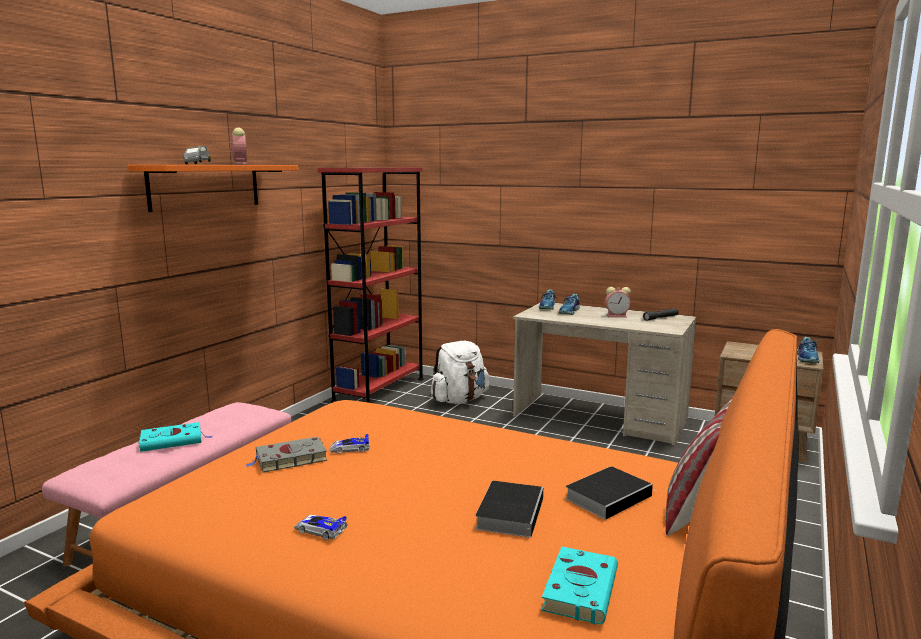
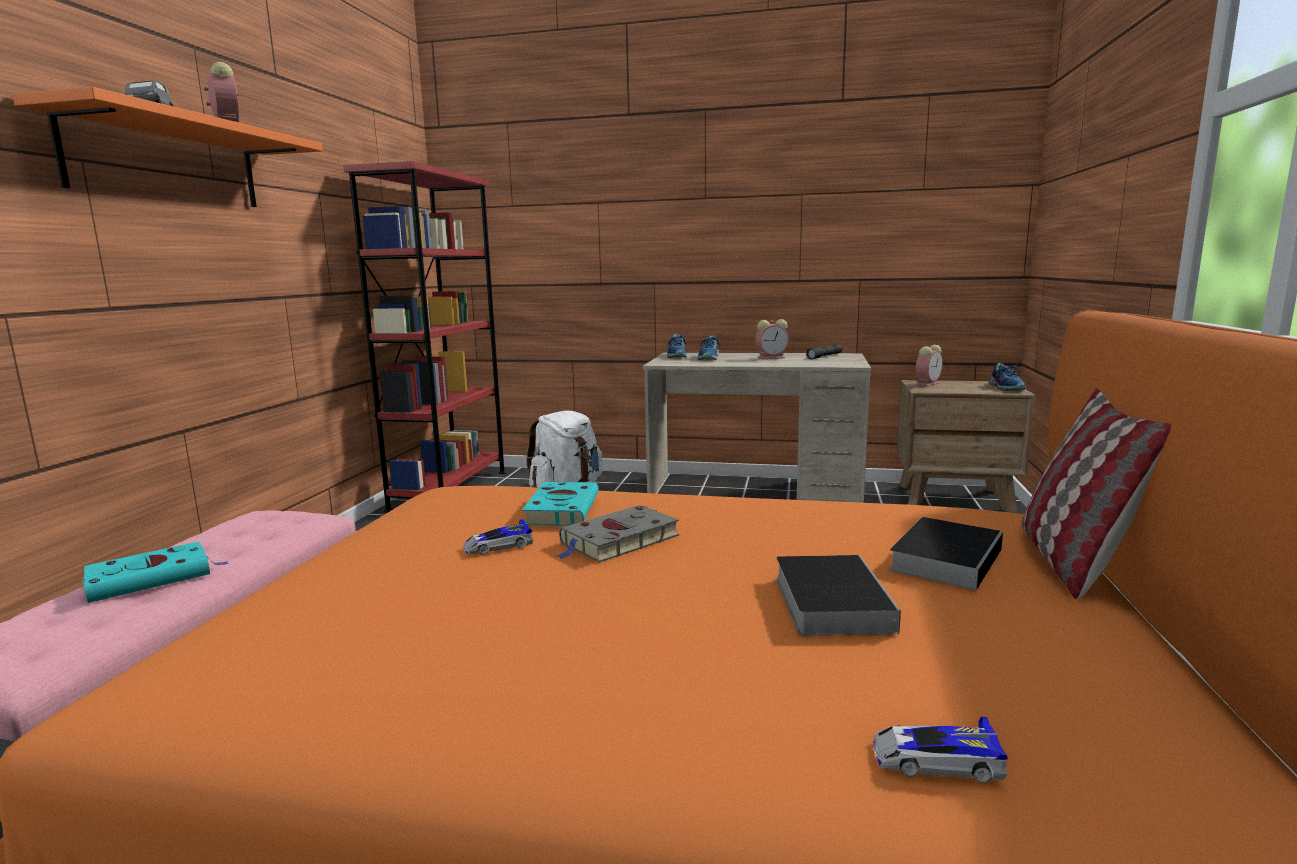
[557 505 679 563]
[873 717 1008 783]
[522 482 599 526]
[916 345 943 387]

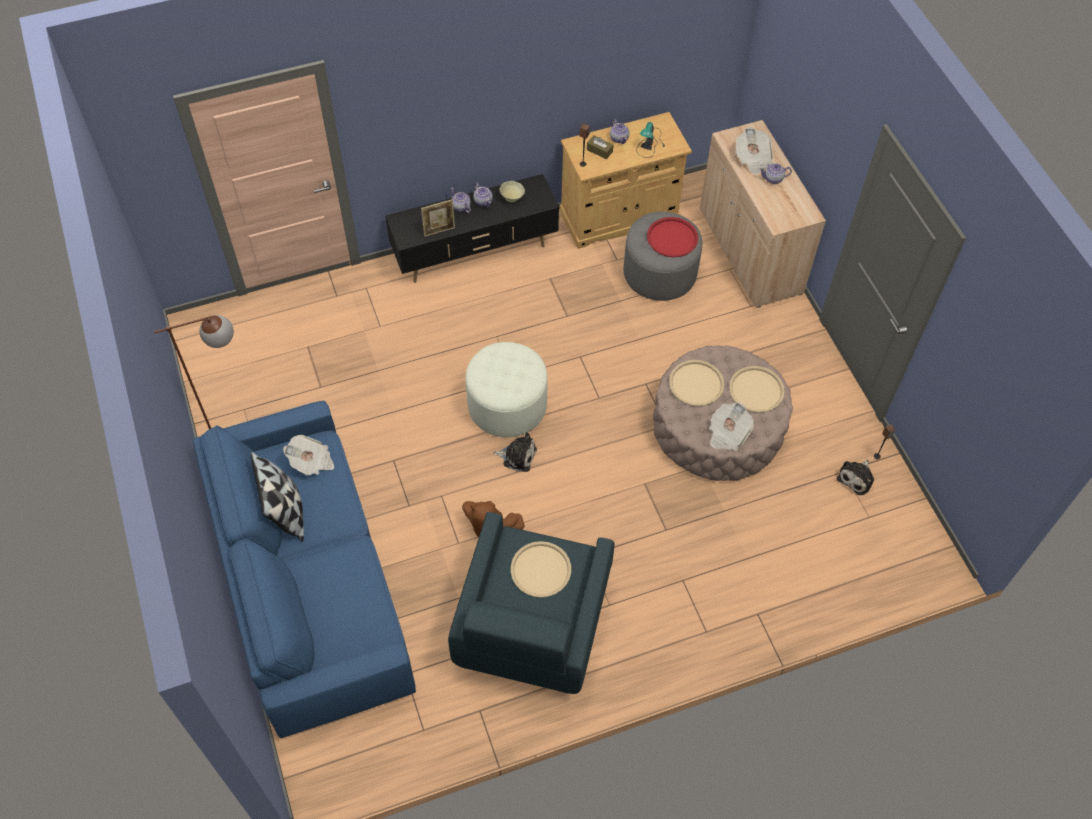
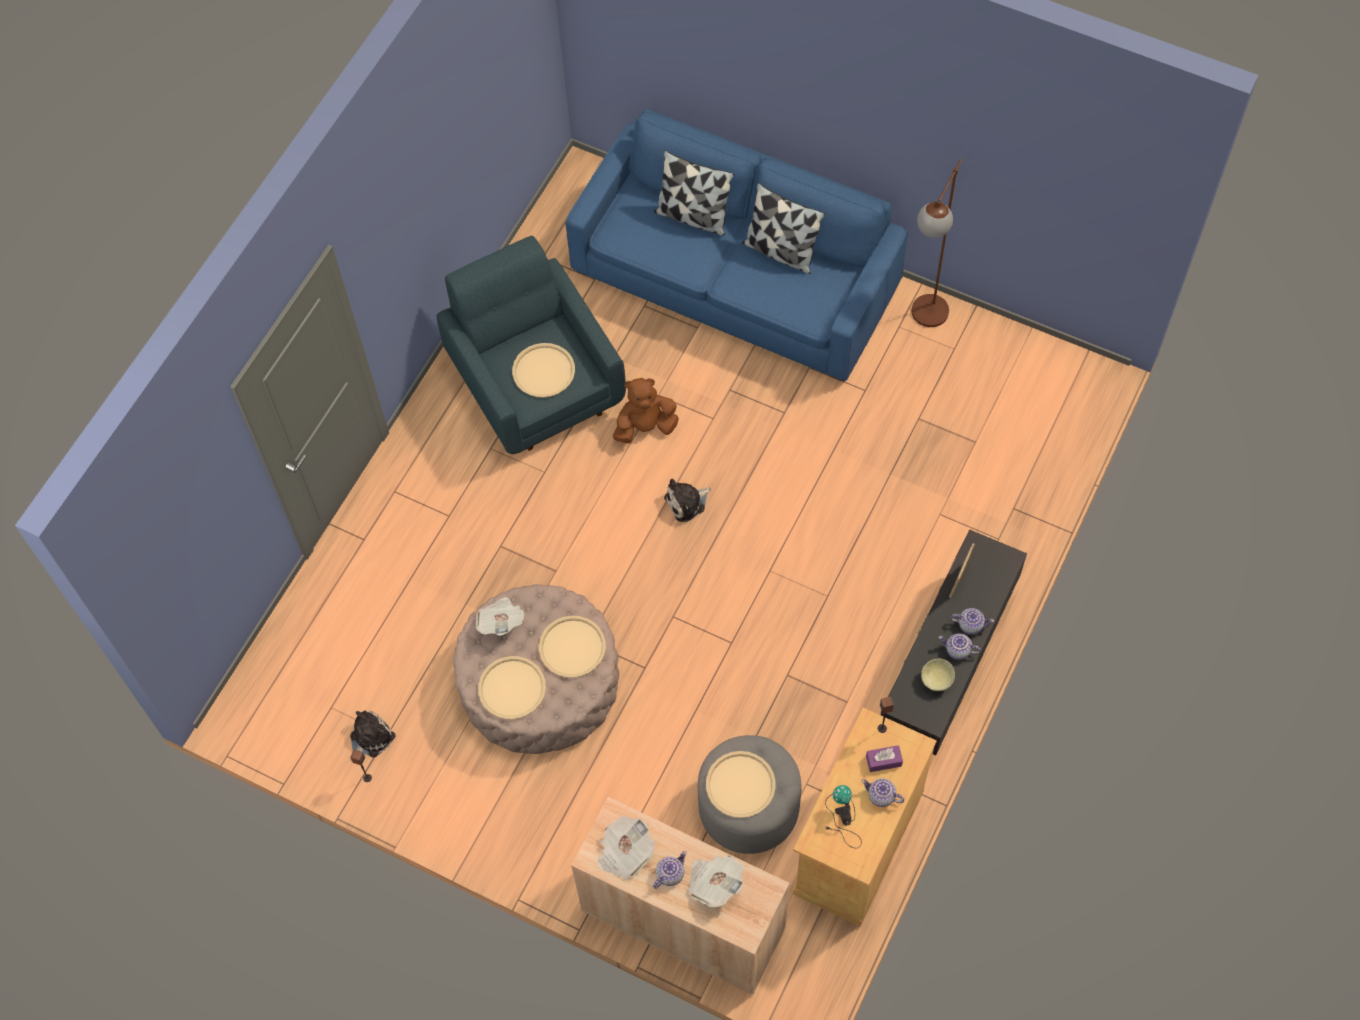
[866 745 903 772]
[706 751 776 818]
[466 342 548 437] (first image)
[597 816 655 880]
[350 710 395 762]
[654 150 734 235]

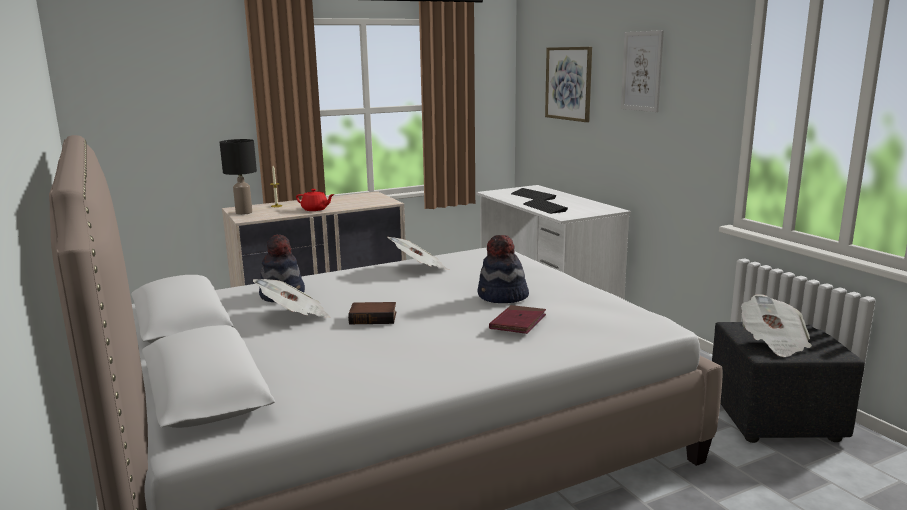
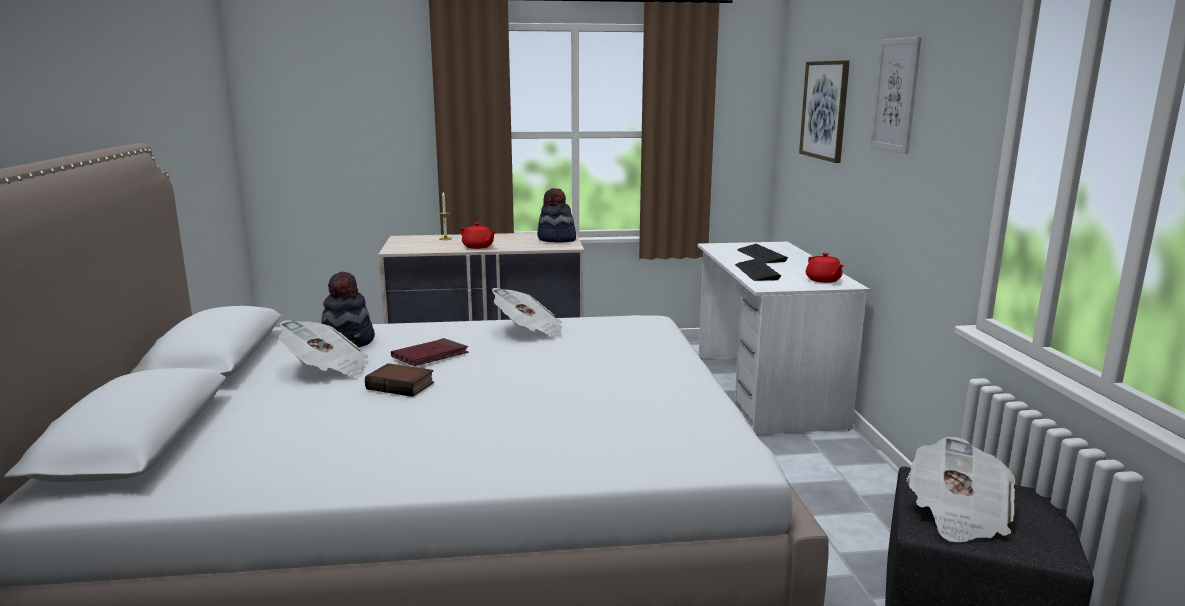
[220 139 257 215] (first image)
[537 188 576 243]
[391 338 468 366]
[806 253 844 283]

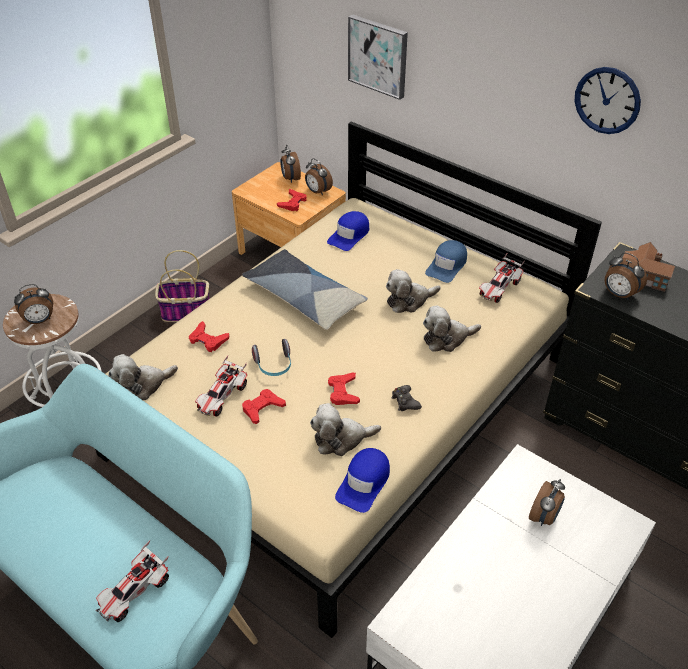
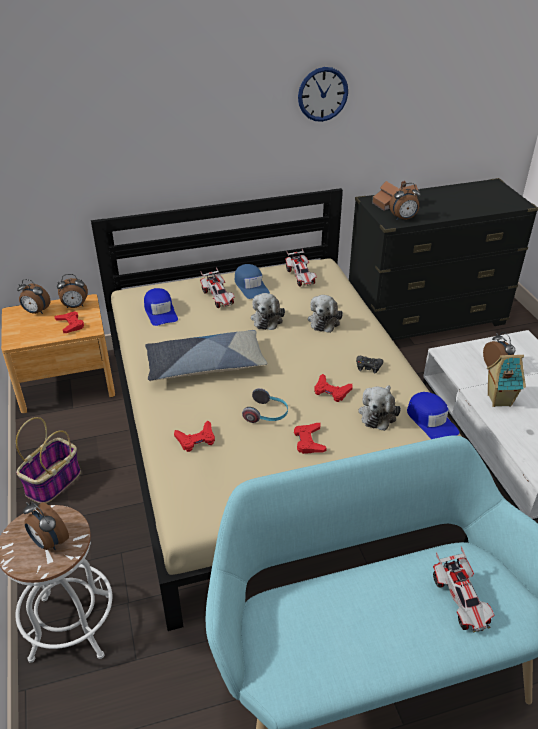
[348 14 408 100] (first image)
[23 501 69 550]
[108 354 178 400] (first image)
[200 267 235 308]
[487 355 526 407]

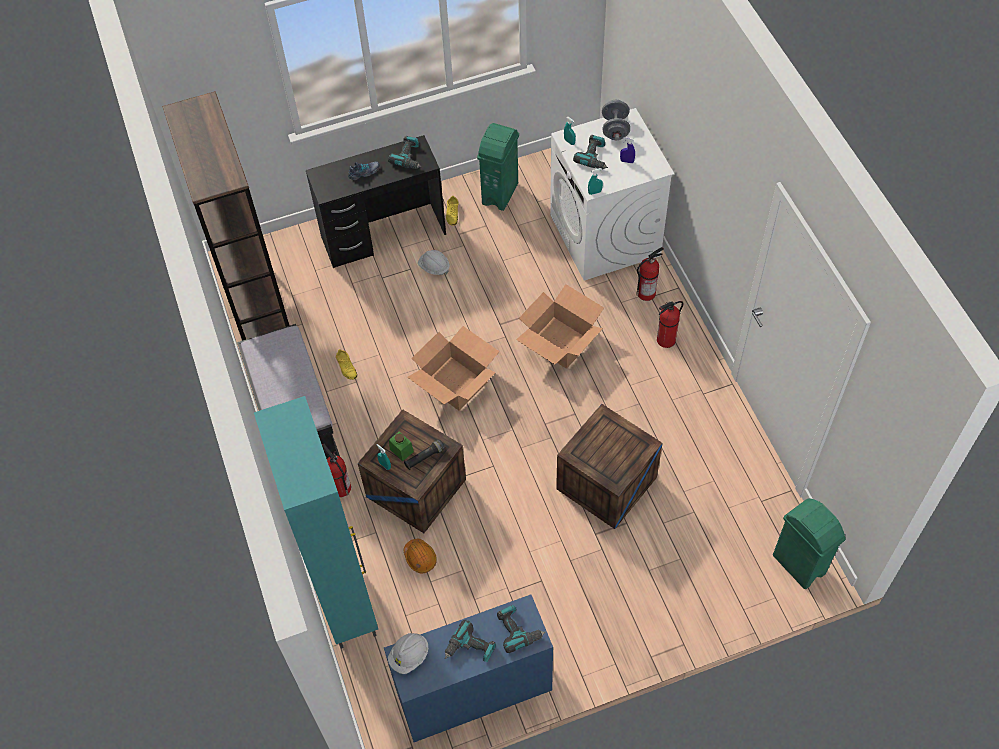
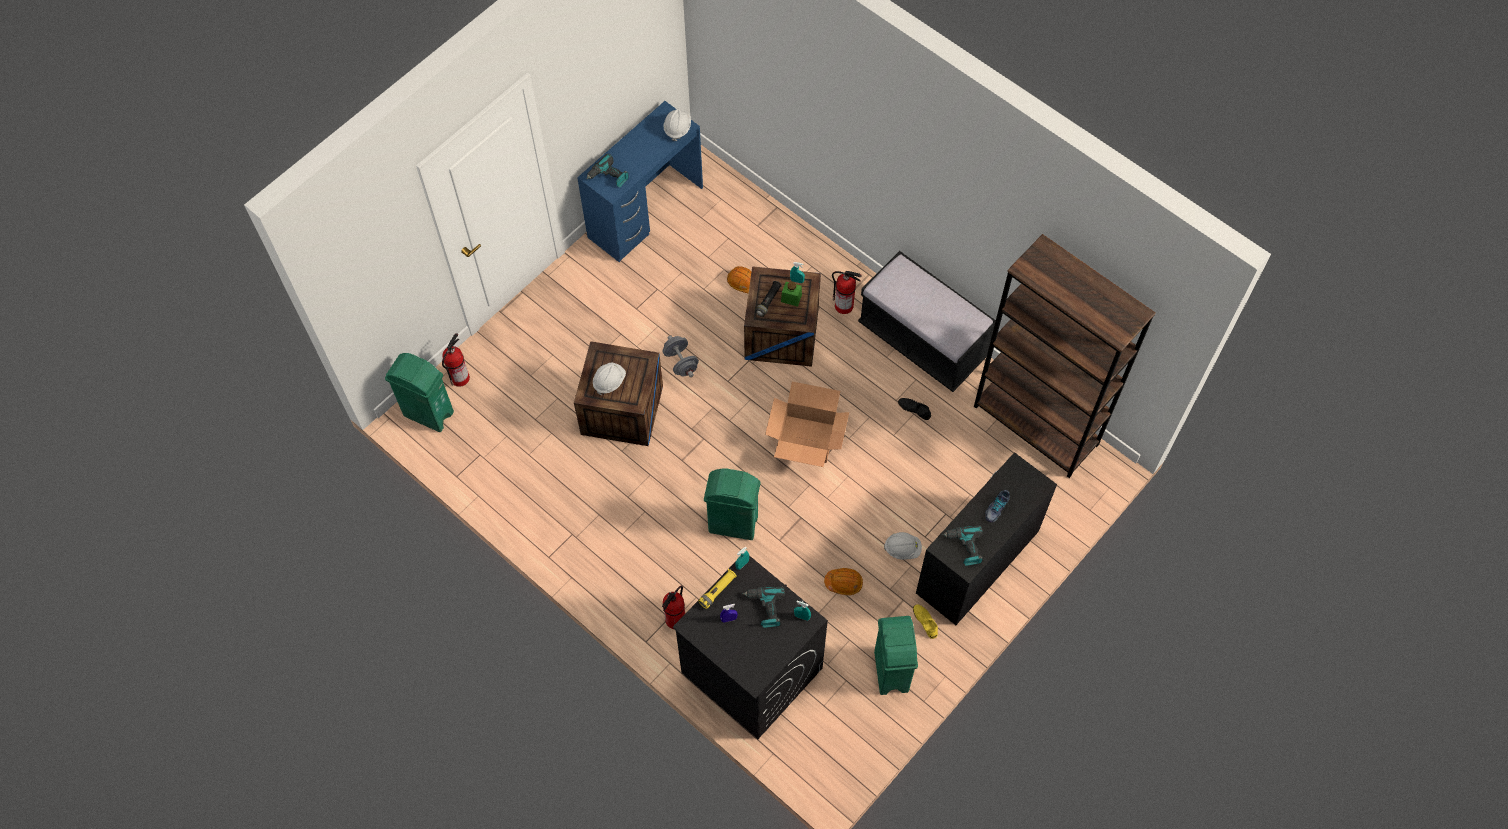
[663 335 699 377]
[673 556 828 739]
[704 468 761 540]
[442 333 470 387]
[898 398 931 420]
[254 396 378 649] (first image)
[445 619 496 662] (first image)
[593 363 626 395]
[824 568 863 595]
[698 569 737 609]

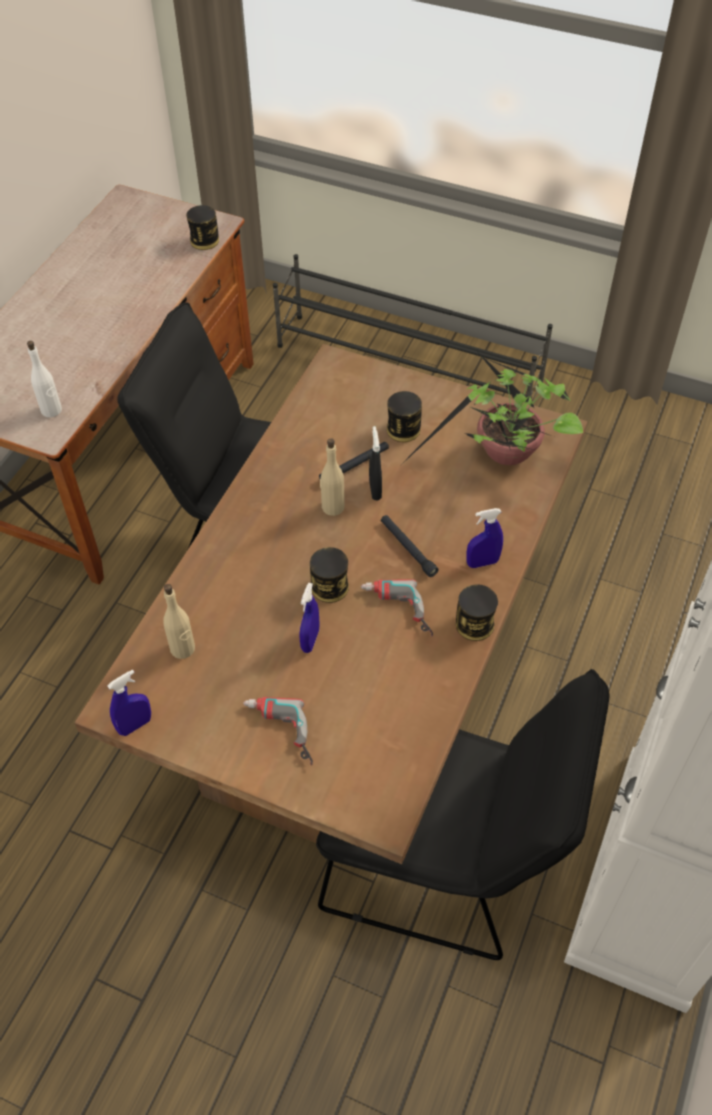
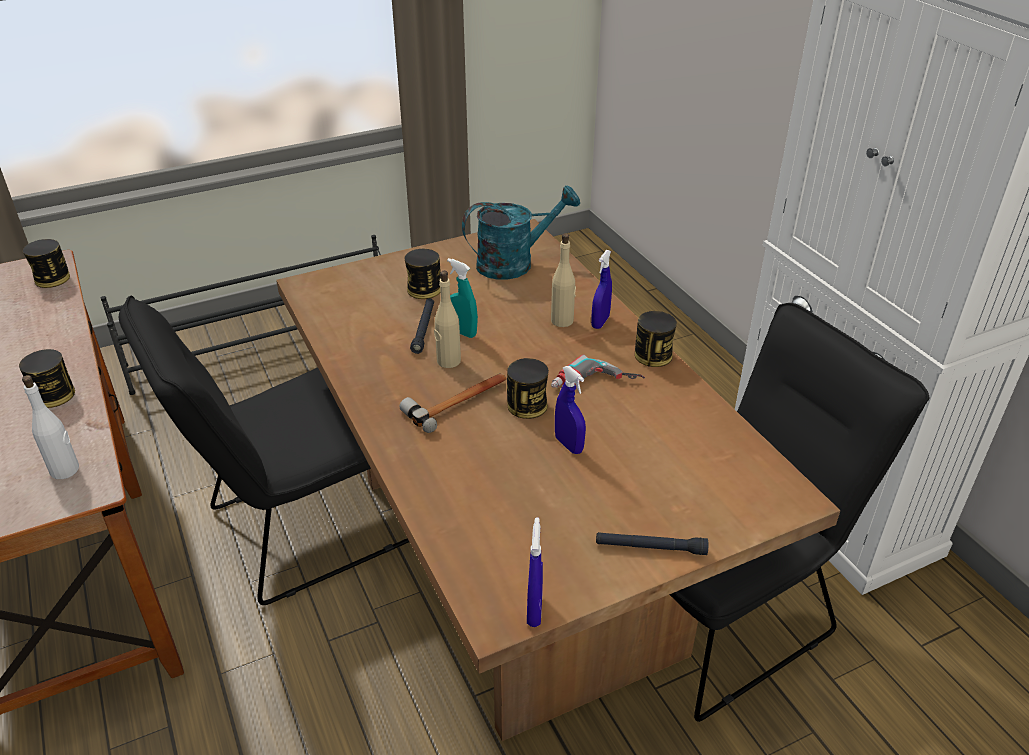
[462 185 580 280]
[447 258 478 338]
[596 532 708 555]
[551 233 576 327]
[243 697 313 766] (first image)
[19 349 75 408]
[400 373 507 433]

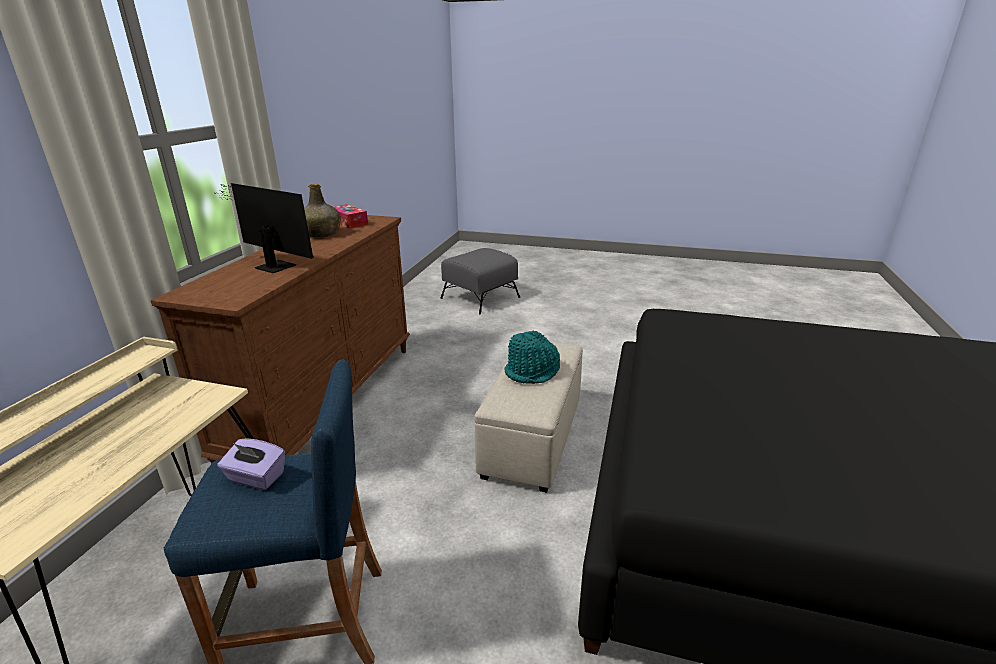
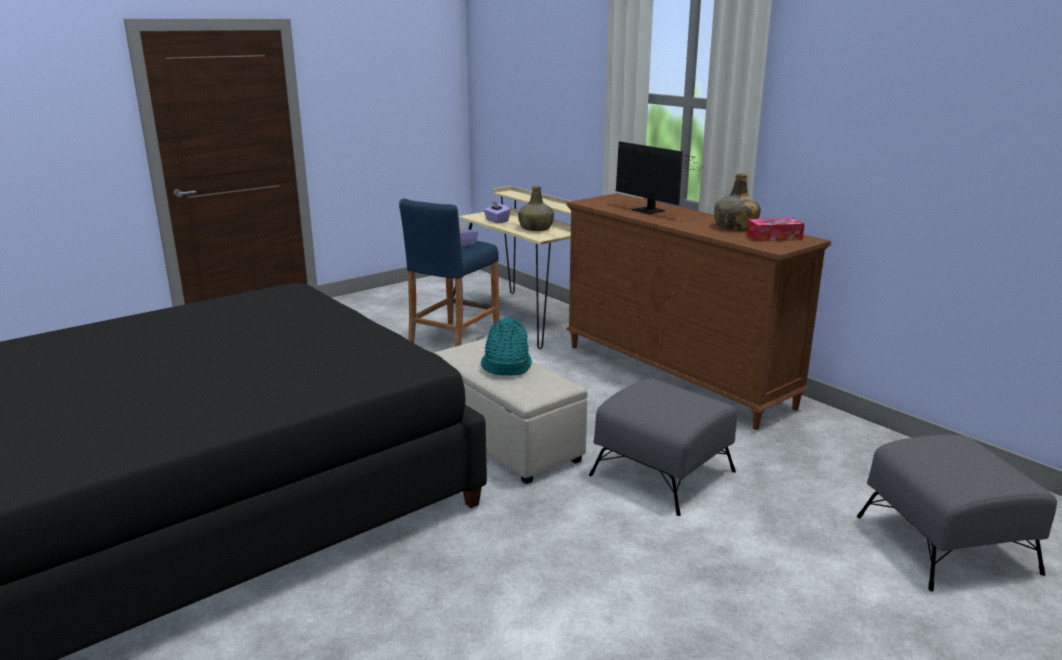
[615 141 703 214]
[518 186 554 231]
[484 201 510 223]
[589 379 737 516]

